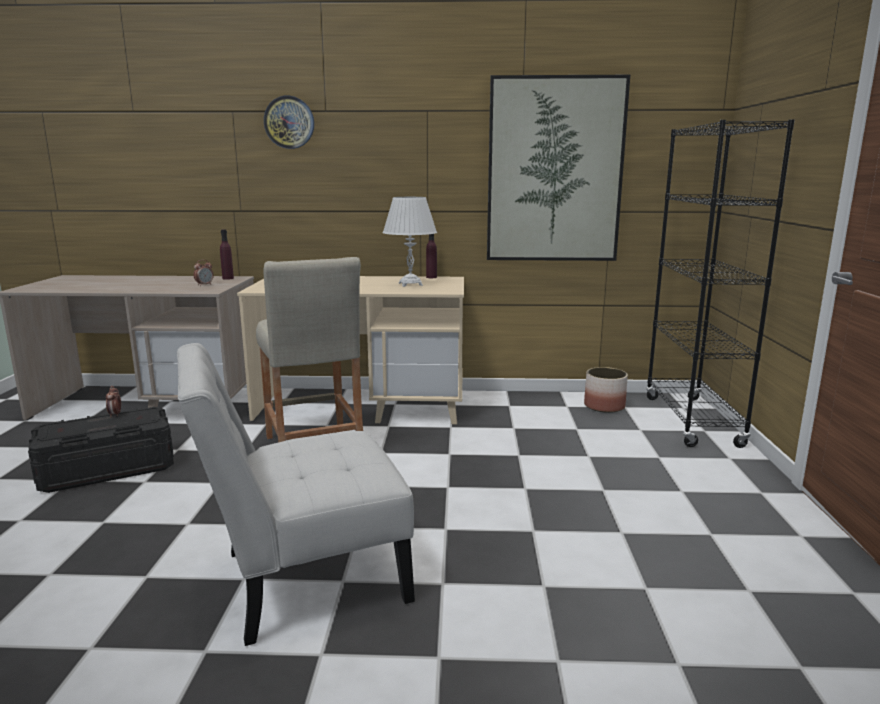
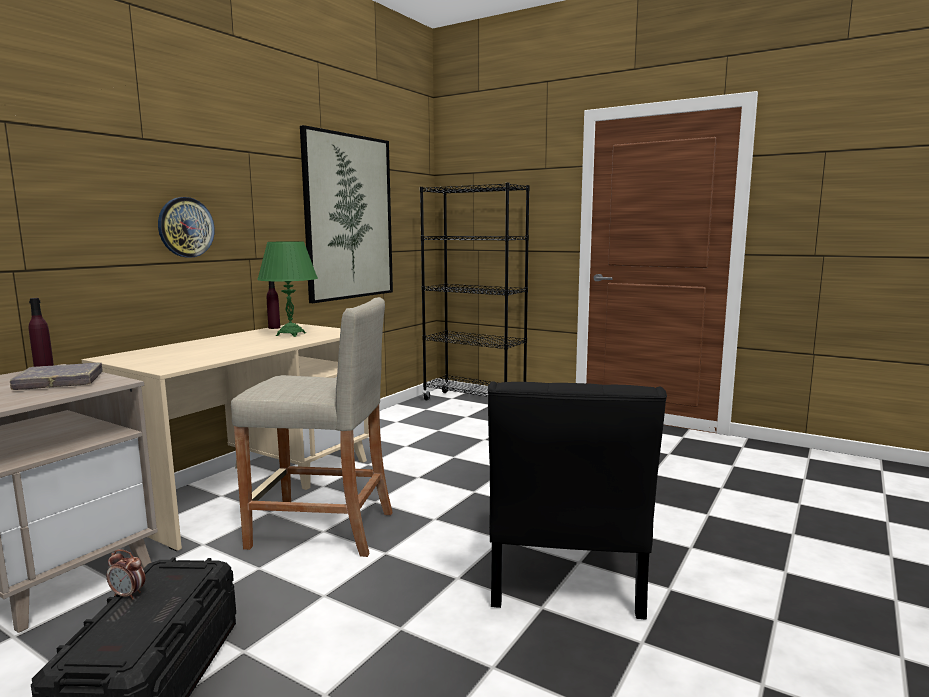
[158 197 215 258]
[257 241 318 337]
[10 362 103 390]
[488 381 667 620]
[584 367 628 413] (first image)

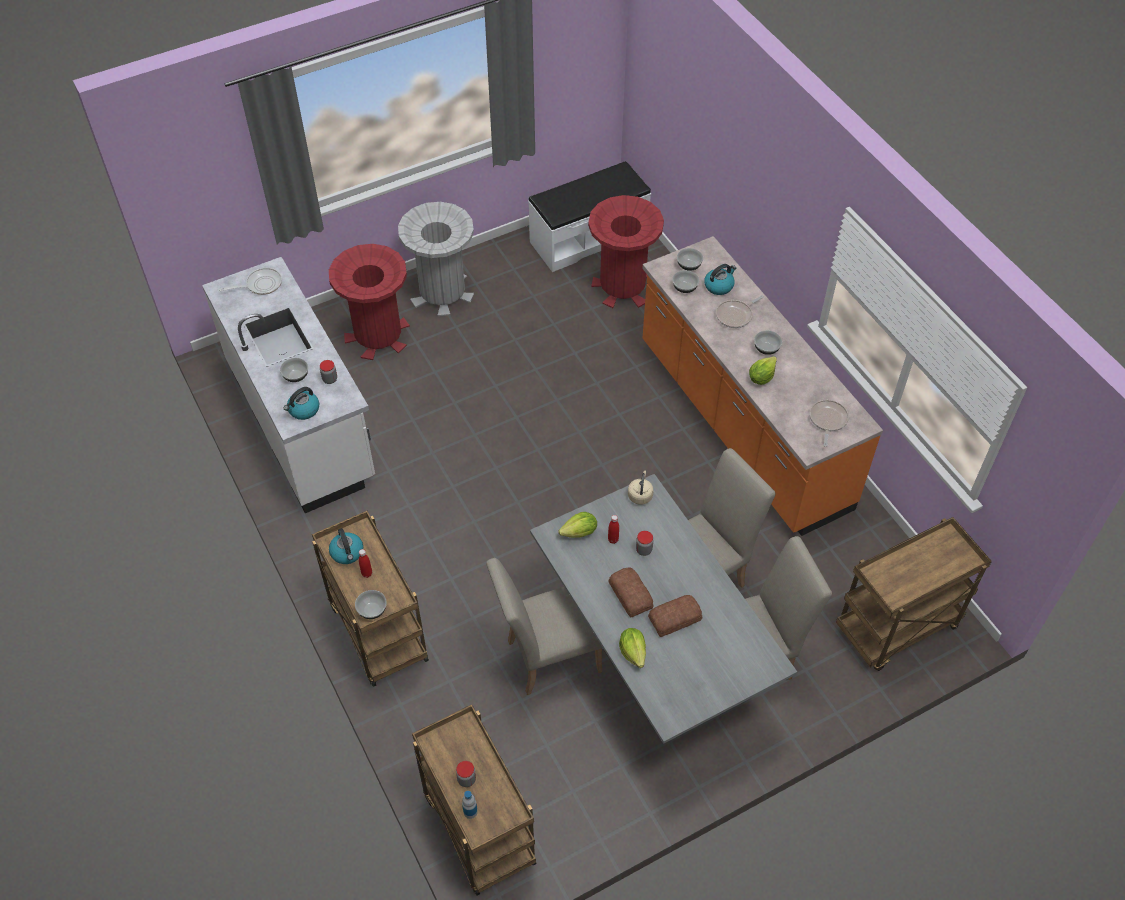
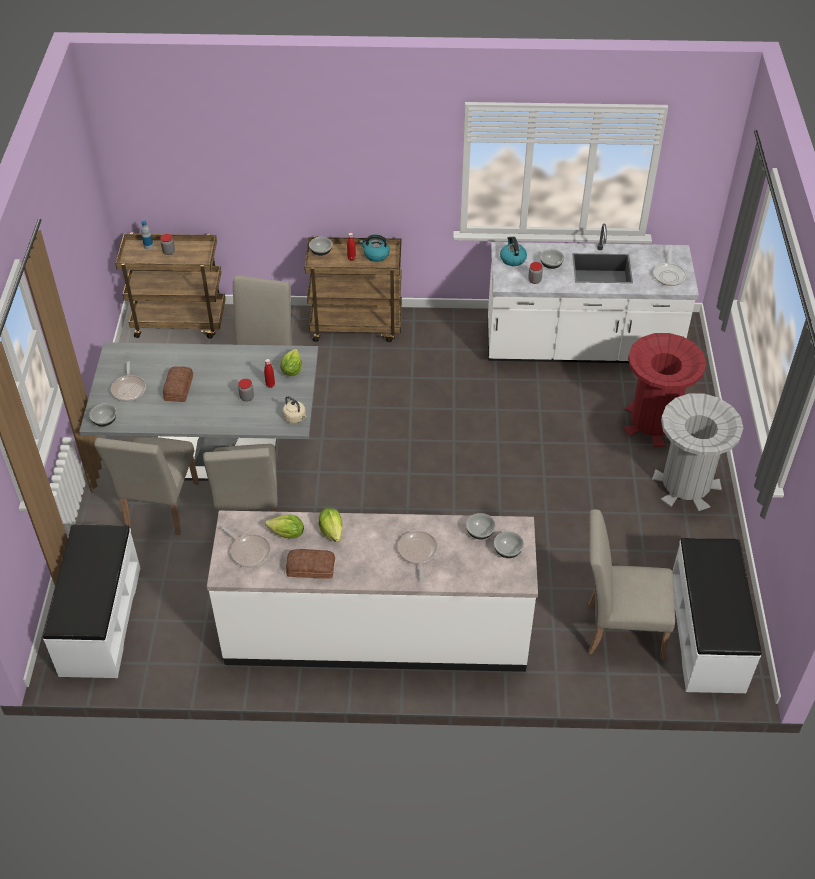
[588 509 675 660]
[207 511 538 672]
[704 264 736 295] (first image)
[89 404 116 426]
[43 524 141 678]
[286 549 335 579]
[265 514 304 539]
[111 361 146 402]

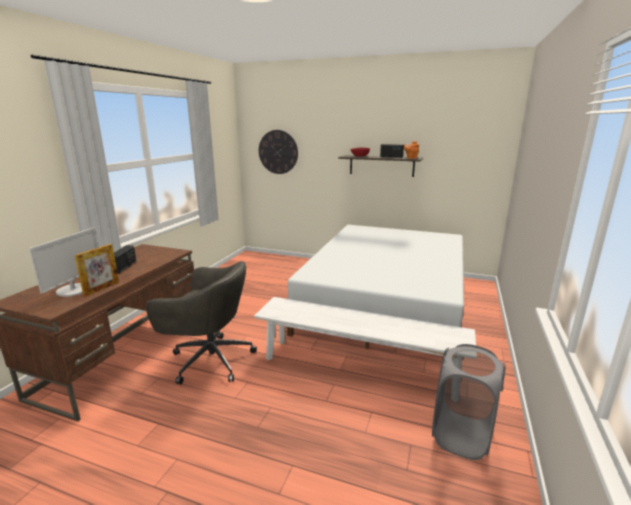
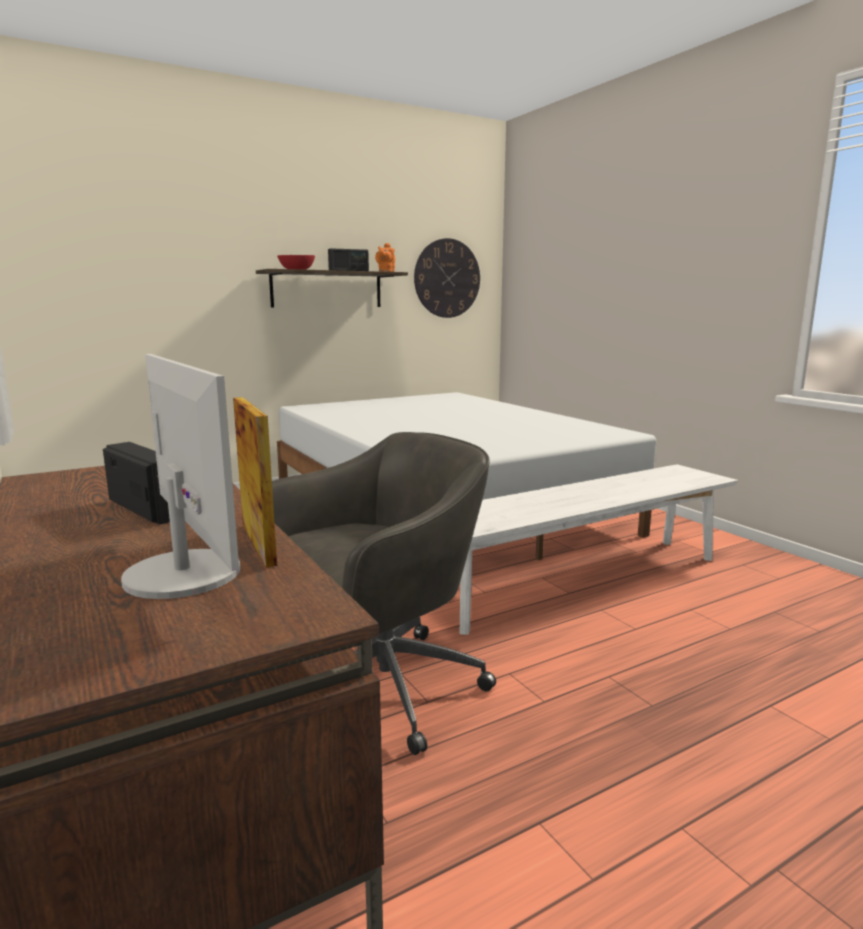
[414 238 480 318]
[432 344 505 460] (first image)

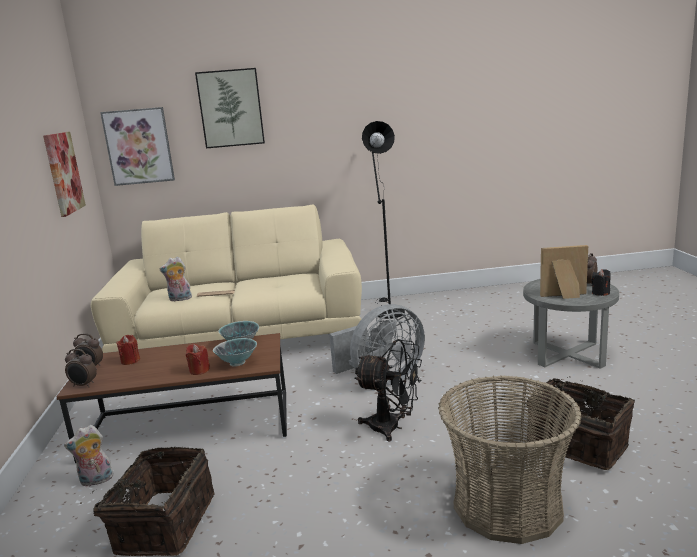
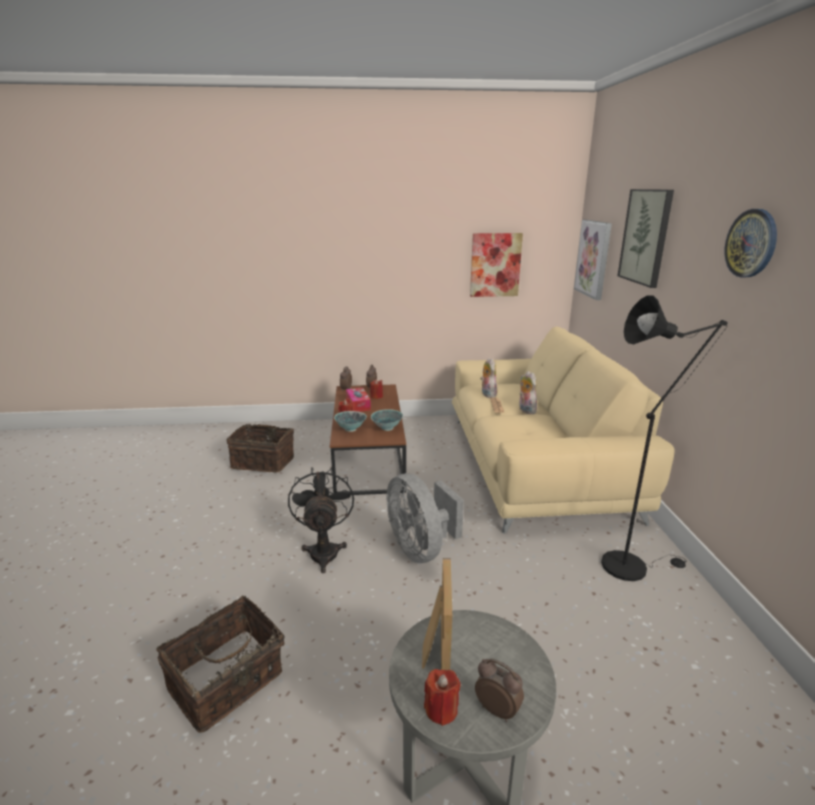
[424 669 461 726]
[288 467 354 573]
[438 376 582 544] (first image)
[519 371 537 414]
[725 209 777 277]
[346 388 371 412]

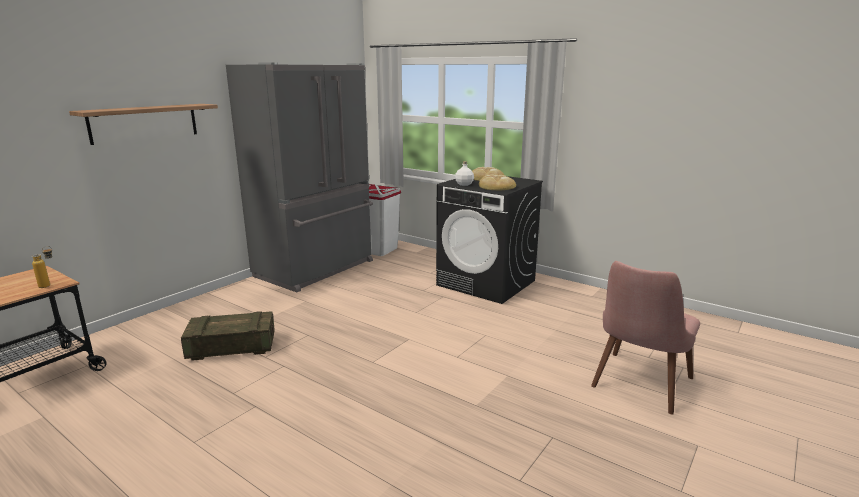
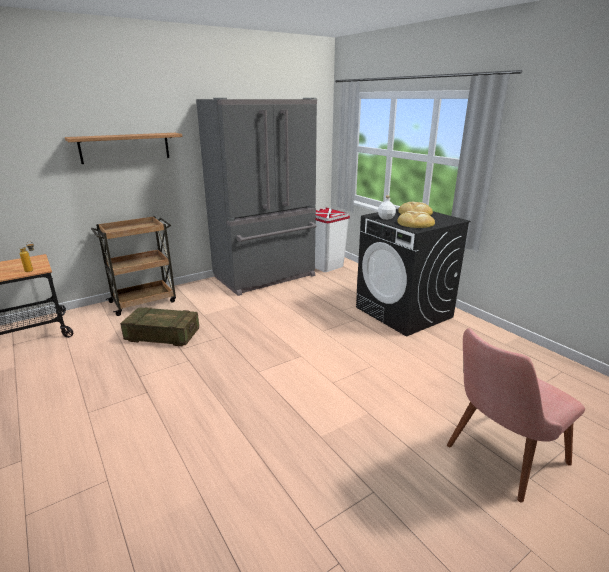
[91 216 176 316]

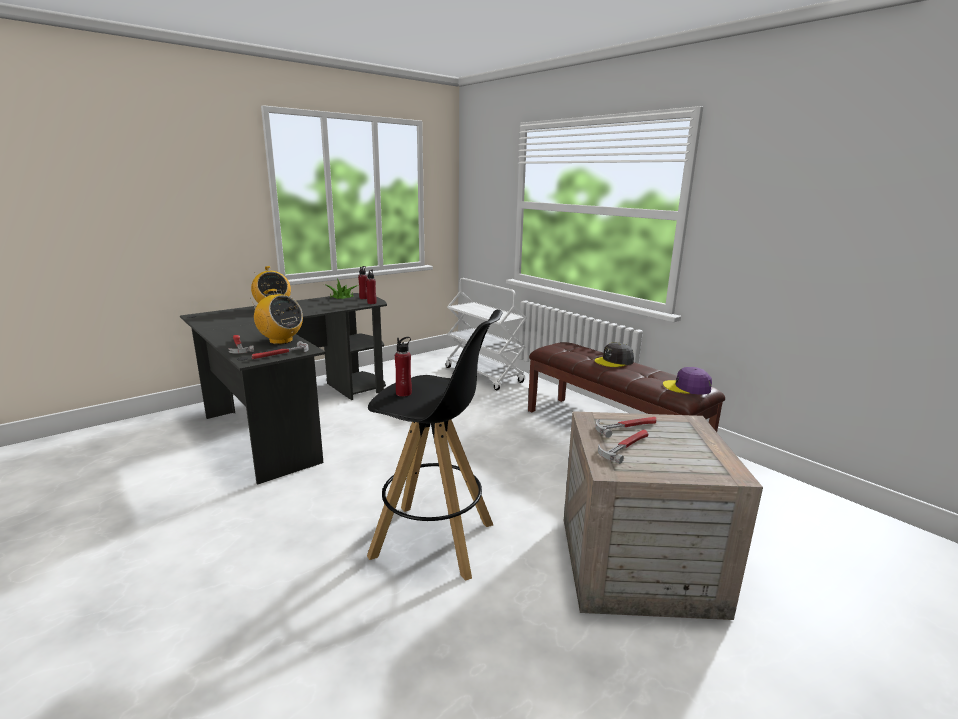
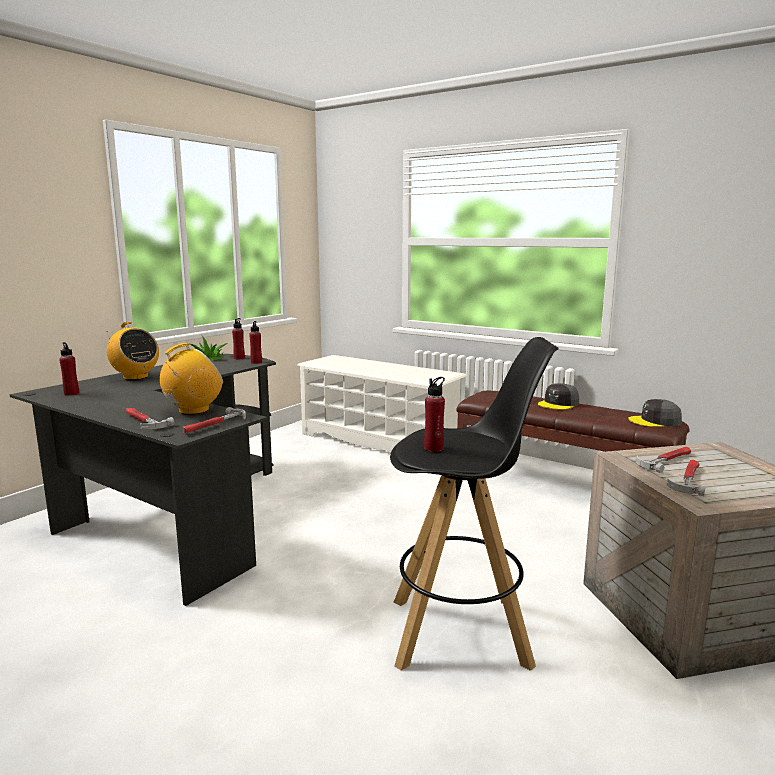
[297 355 467 451]
[160 343 223 415]
[628 399 682 427]
[59 342 79 396]

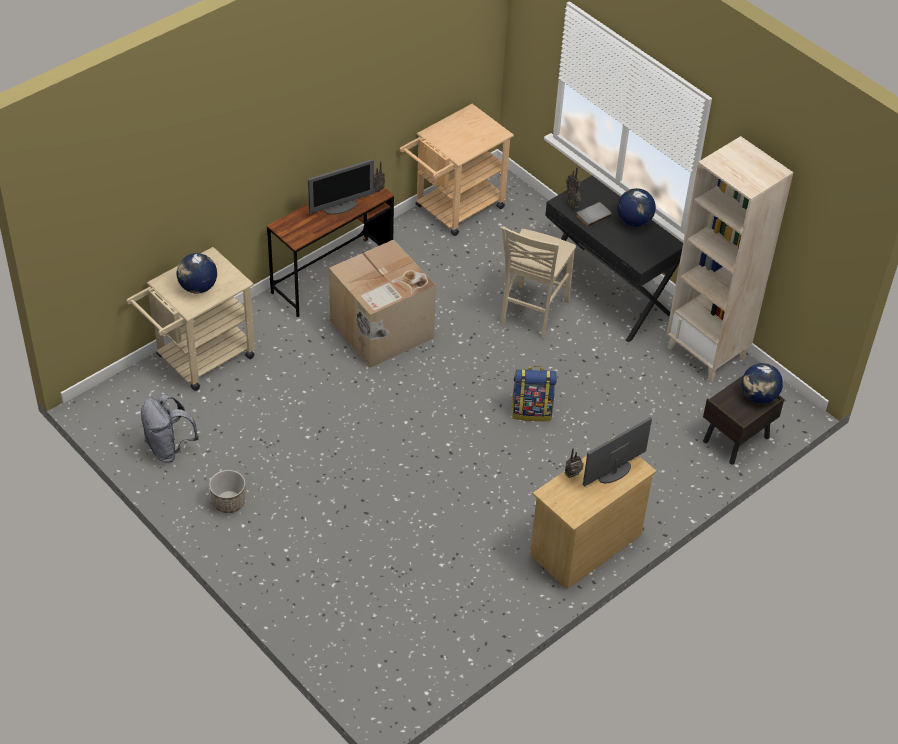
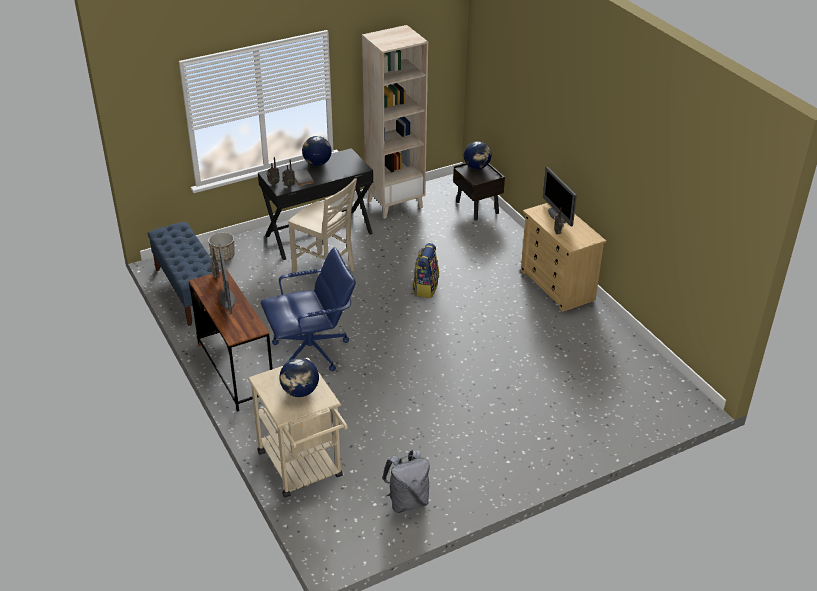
[147 222 212 326]
[261 247 356 371]
[208 232 235 261]

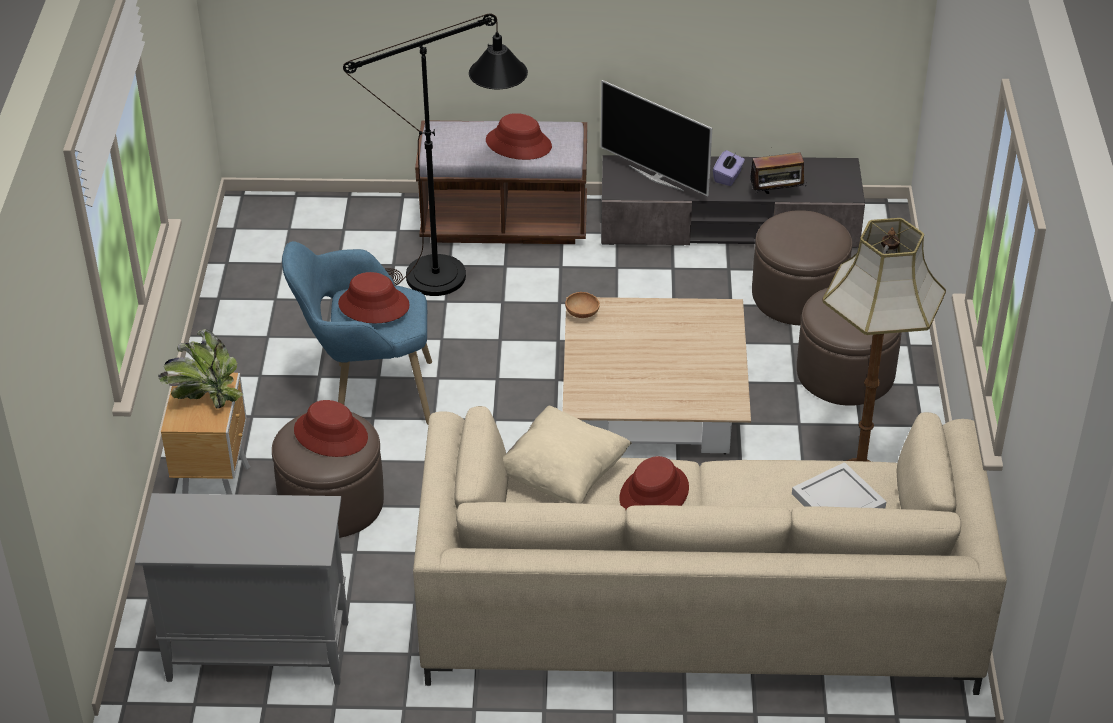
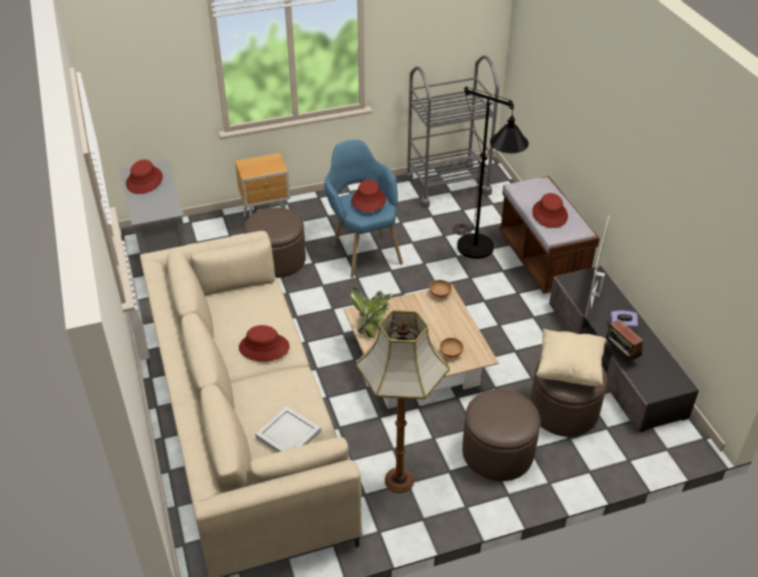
[349 288 393 338]
[126 159 163 194]
[536 329 607 386]
[404 55 499 208]
[440 338 464 358]

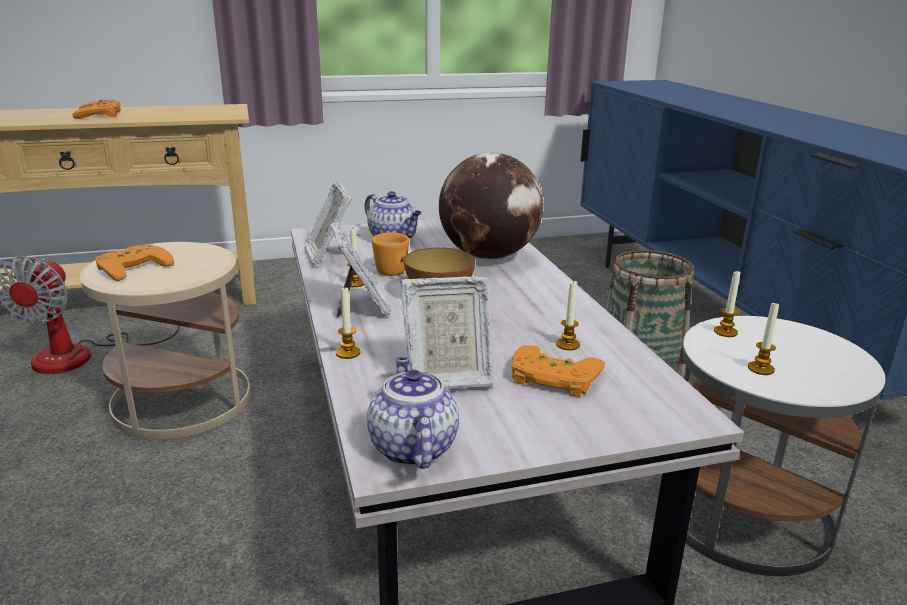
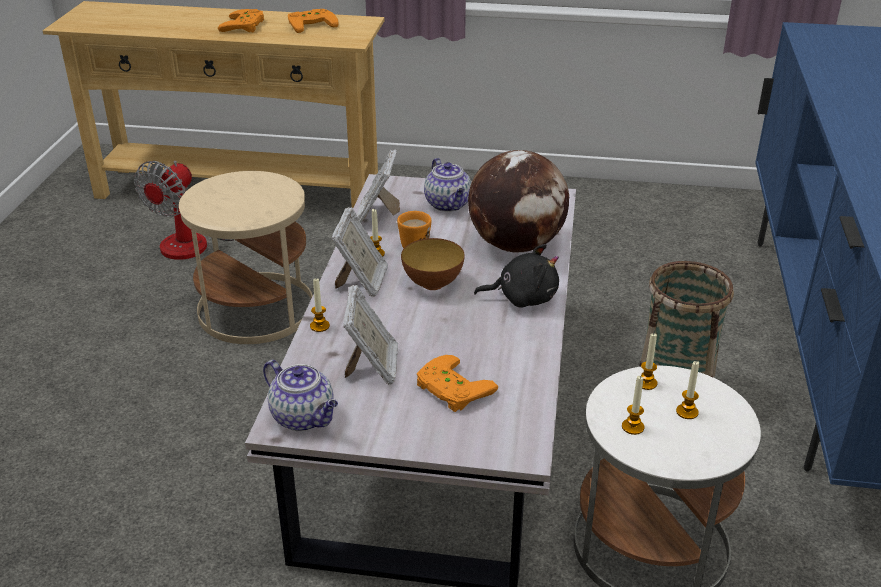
[288 9 339 33]
[343 285 398 386]
[676 361 699 419]
[263 360 338 431]
[474 244 559 308]

